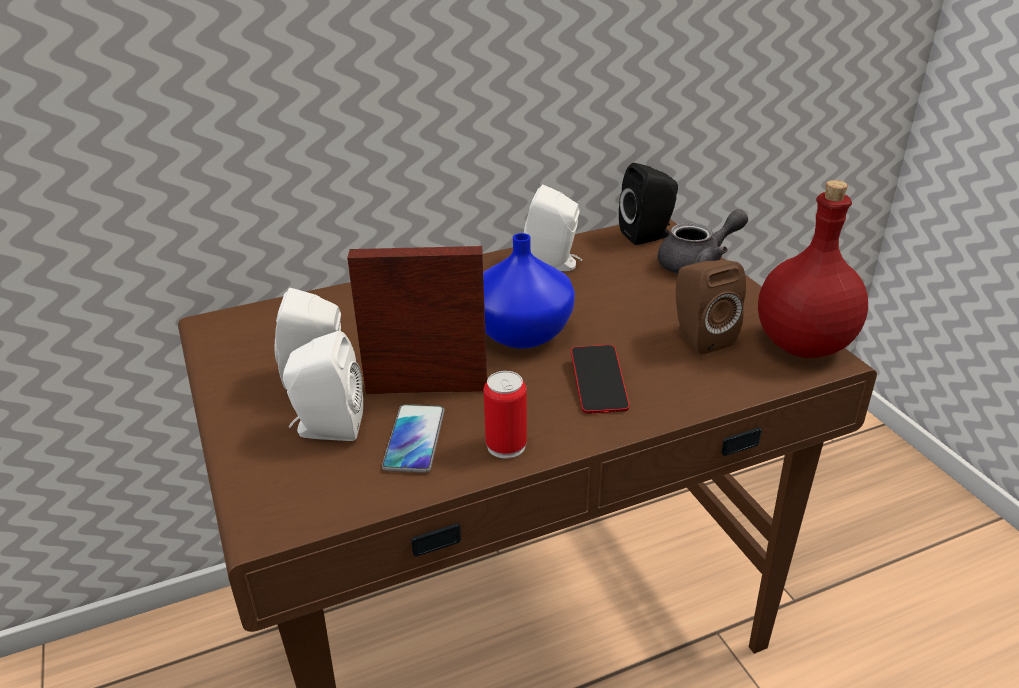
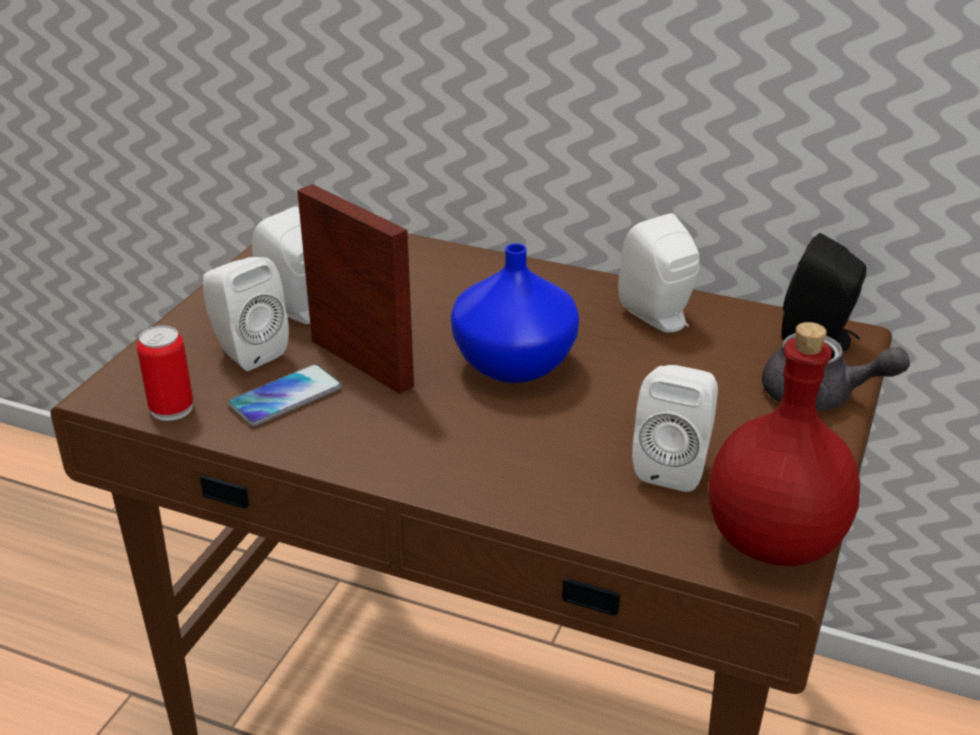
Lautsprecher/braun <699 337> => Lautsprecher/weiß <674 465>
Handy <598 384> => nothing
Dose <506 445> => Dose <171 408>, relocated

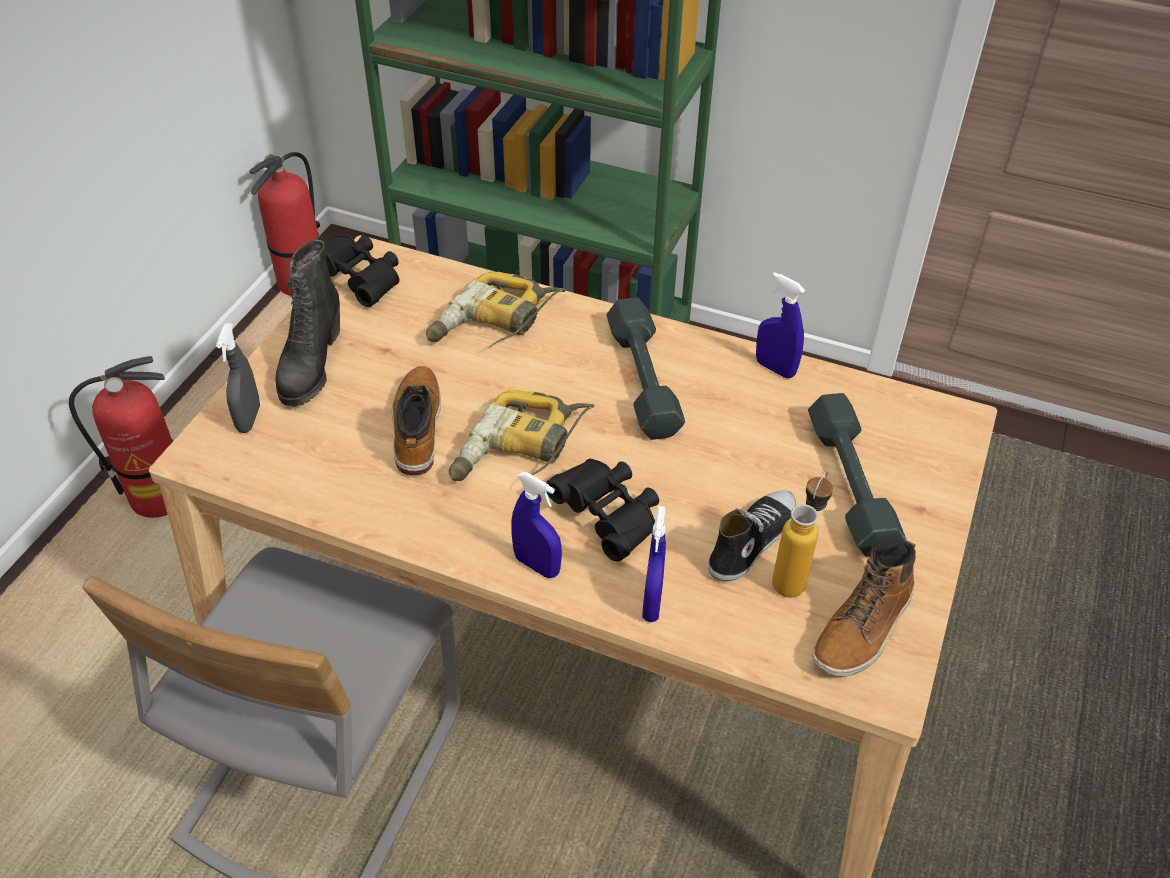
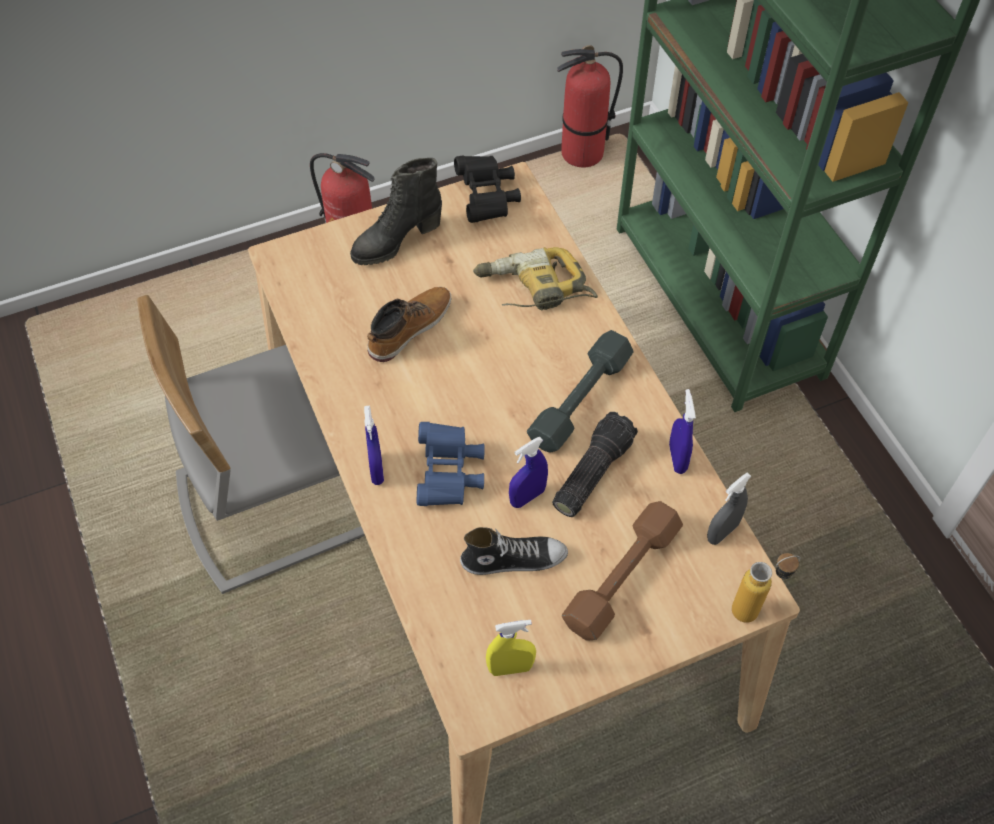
Sprühflasche/grau <249 419> => Sprühflasche/grau <722 532>, relocated
Bohrmaschine <520 451> => nothing
Hantel/grau <850 484> => Hantel/braun <621 576>
Fernglas/schwarz <609 517> => Fernglas/blau <449 474>
Flasche <794 575> => Flasche <755 608>, relocated
Sprühflasche/blau <652 603> => Sprühflasche/blau <527 497>, relocated
Stiefel <863 628> => Sprühflasche/gelb <510 668>
nothing => Taschenlampe <591 472>

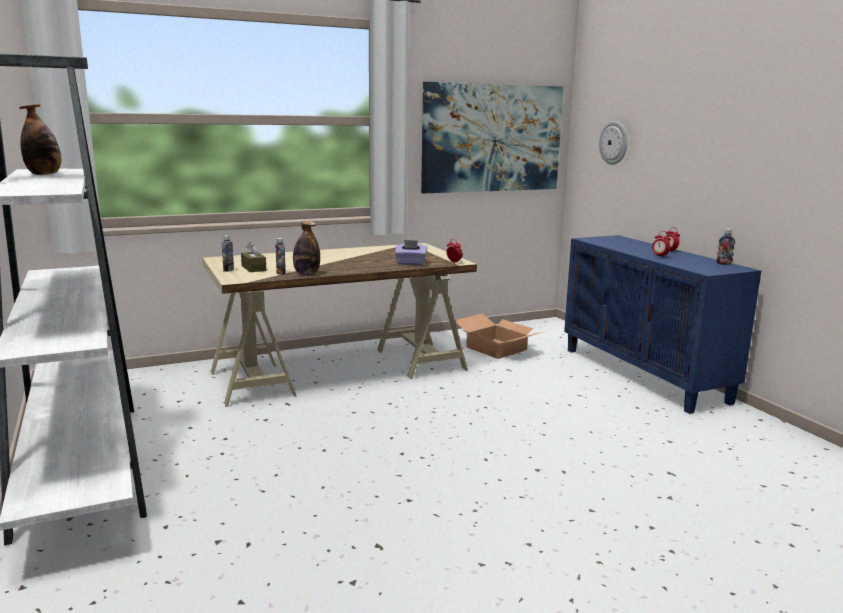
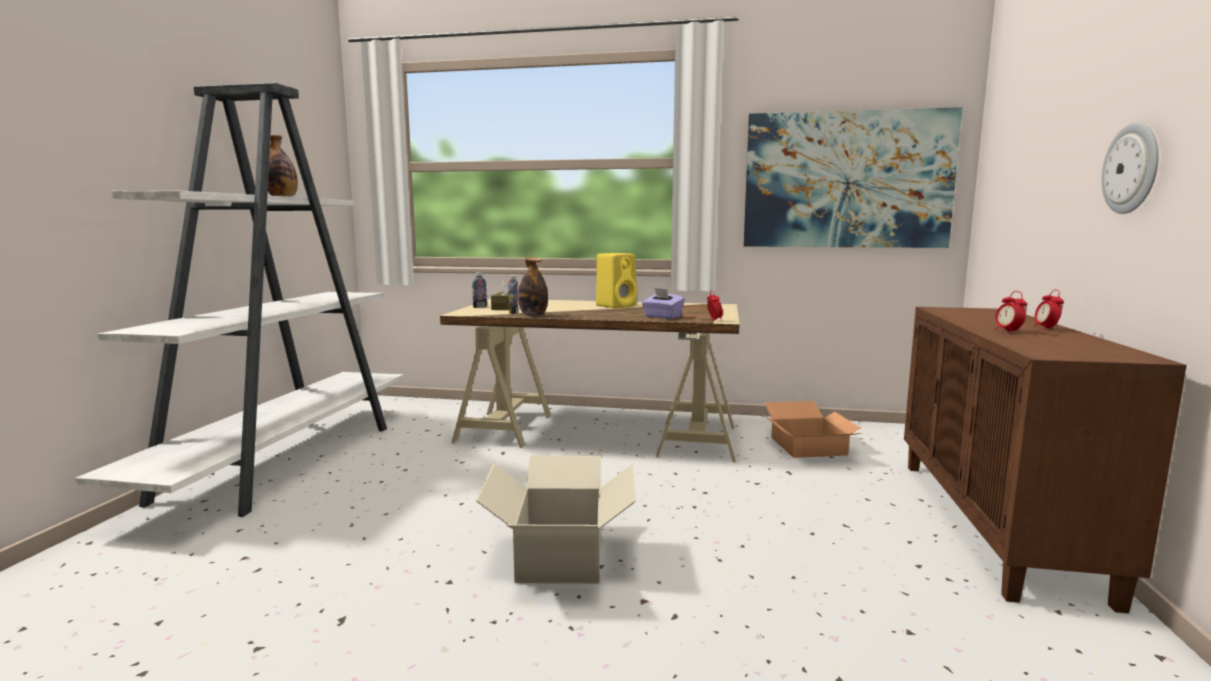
Wanduhr <614 143> => Wanduhr <1132 168>, relocated
Flasche <723 264> => nothing
Schrank/blau <644 375> => Schrank/braun <996 525>
nothing => Lautsprecher/gelb <616 306>
nothing => Karton <561 557>

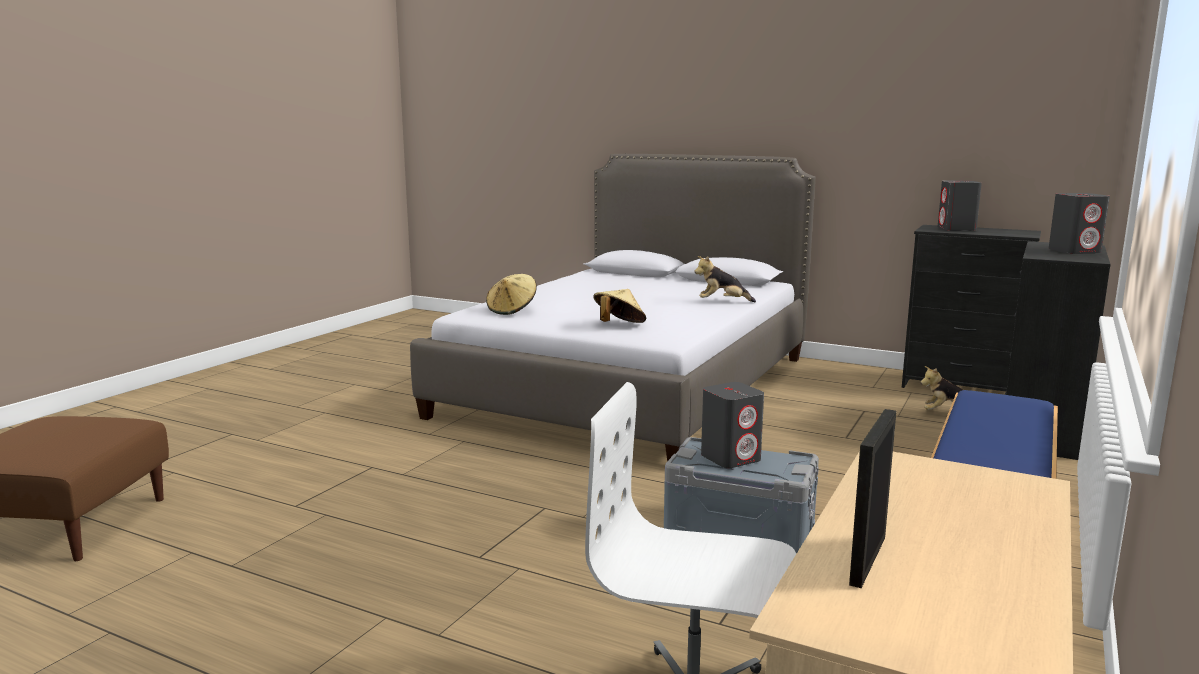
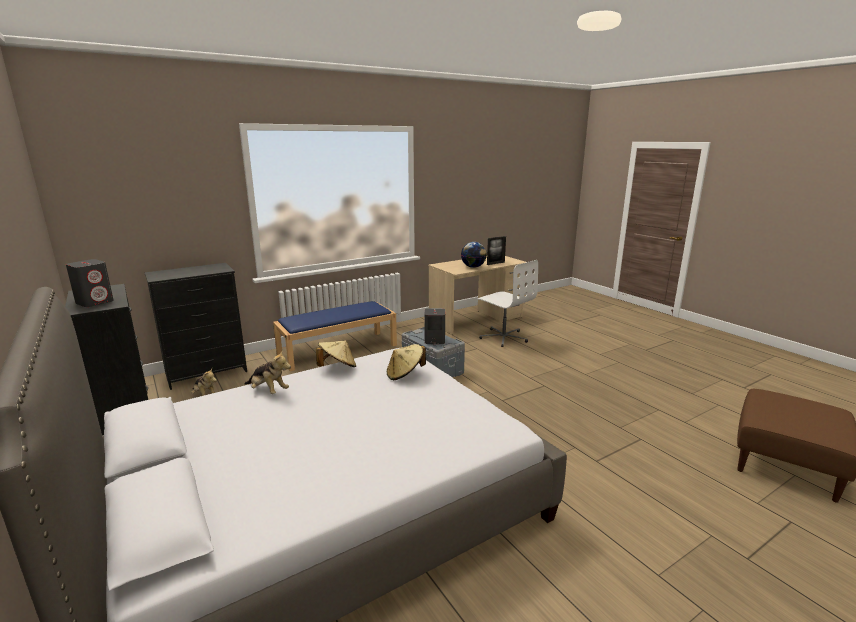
Lautsprecher/grau <1075 251> => nothing
Hut/beige <512 310> => Hut/beige <337 367>, relocated
nothing => Globus <473 267>

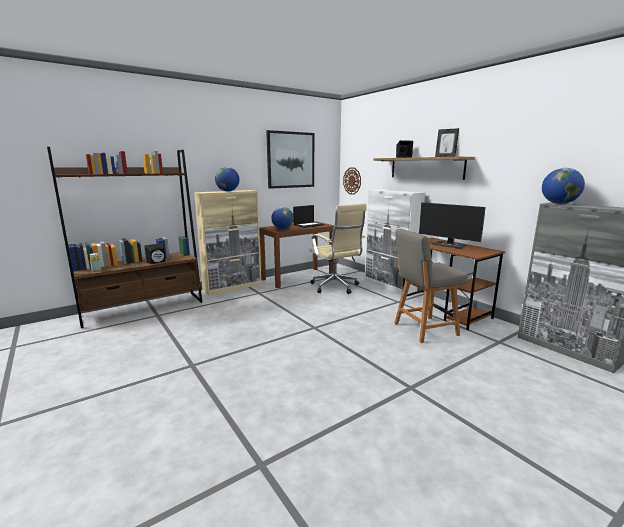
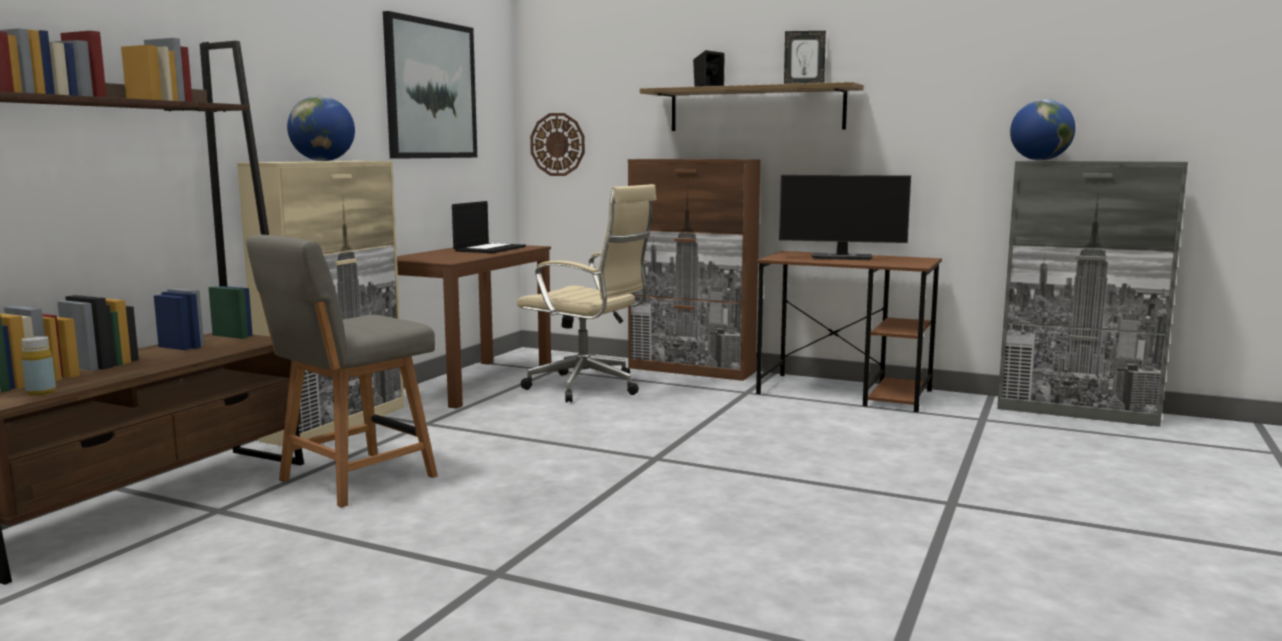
Schrank/weiß <389 285> => Schrank/braun <692 370>
Globus <282 229> => nothing
Stuhl/grau <423 329> => Stuhl/grau <353 480>, relocated
Lautsprecher/schwarz <157 262> => nothing

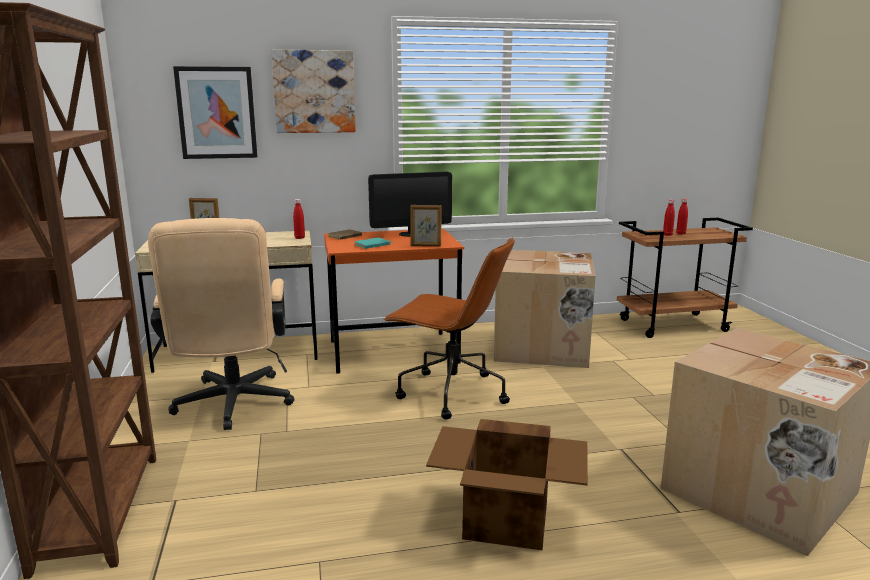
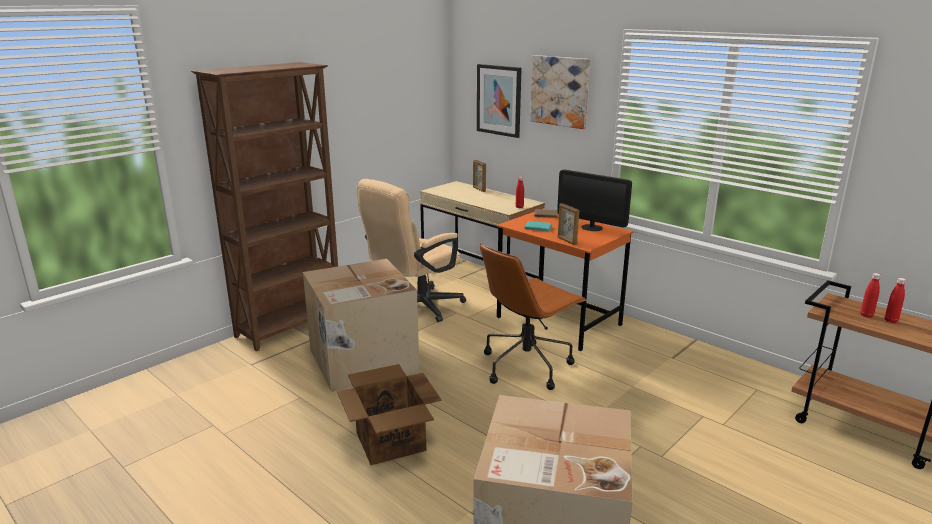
Bürostuhl/braun <450 393> => Bürostuhl/braun <527 365>, 60 degrees clockwise
Karton <543 348> => Karton <362 361>, relocated

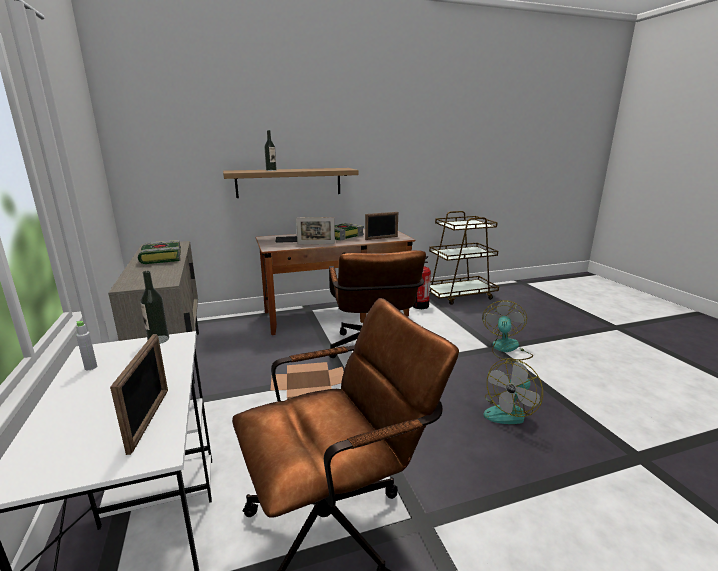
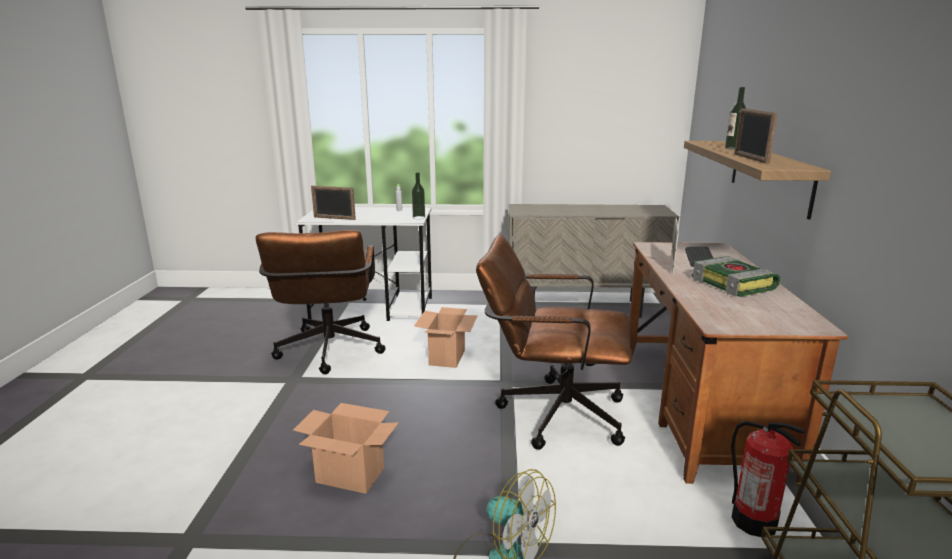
Bilderrahmen <381 238> => Bilderrahmen <750 158>, relocated
Buch <160 258> => nothing
Ventilator <509 411> => Karton <349 475>

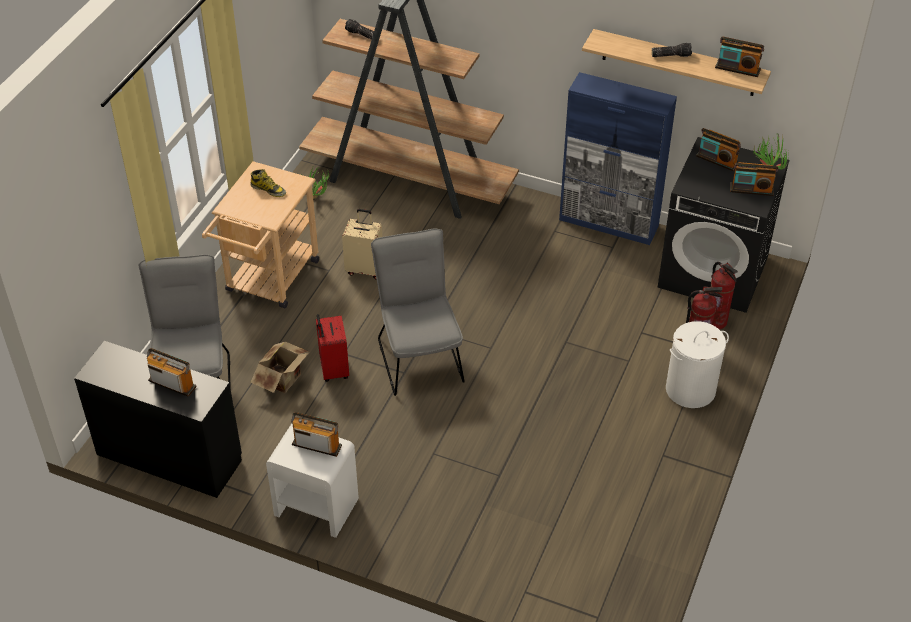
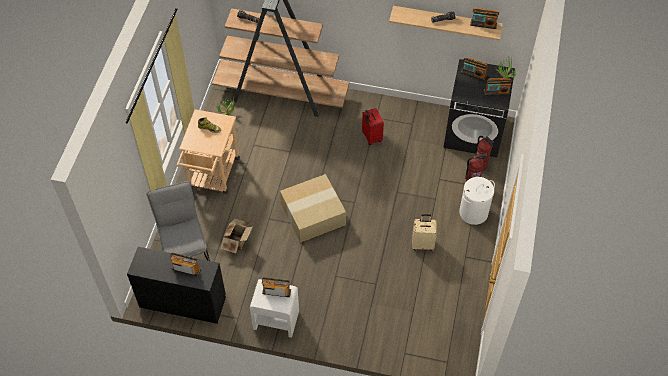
Schrank/blau <609 223> => nothing
Koffer/beige <365 269> => Koffer/beige <423 244>, relocated
Stuhl/grau <419 355> => Karton <313 213>
Koffer/rot <333 369> => Koffer/rot <371 137>, relocated

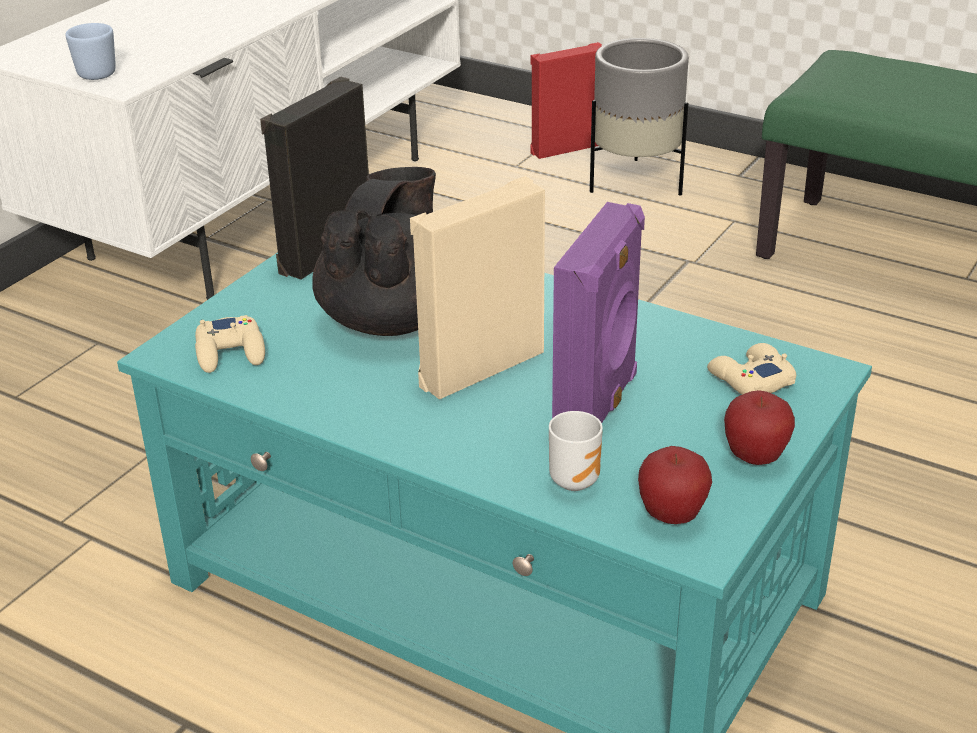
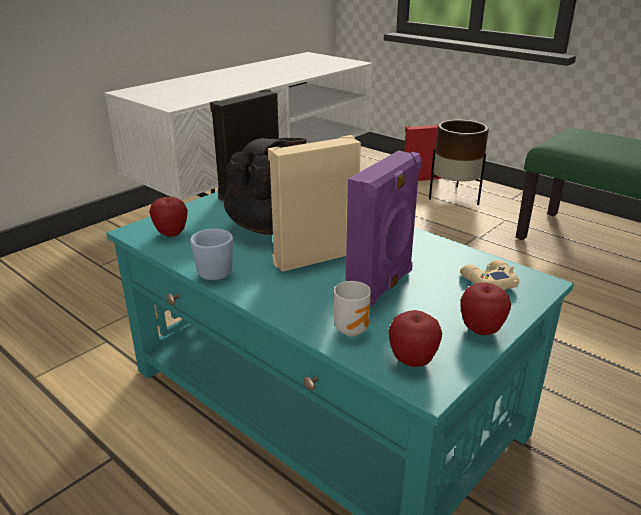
Henkelbecher/blau <99 72> => Henkelbecher/blau <218 270>, relocated
Pflanzkübel/grau <636 181> => Pflanzkübel/braun <455 196>
Gamepad/beige <231 352> => Apfel <171 234>

